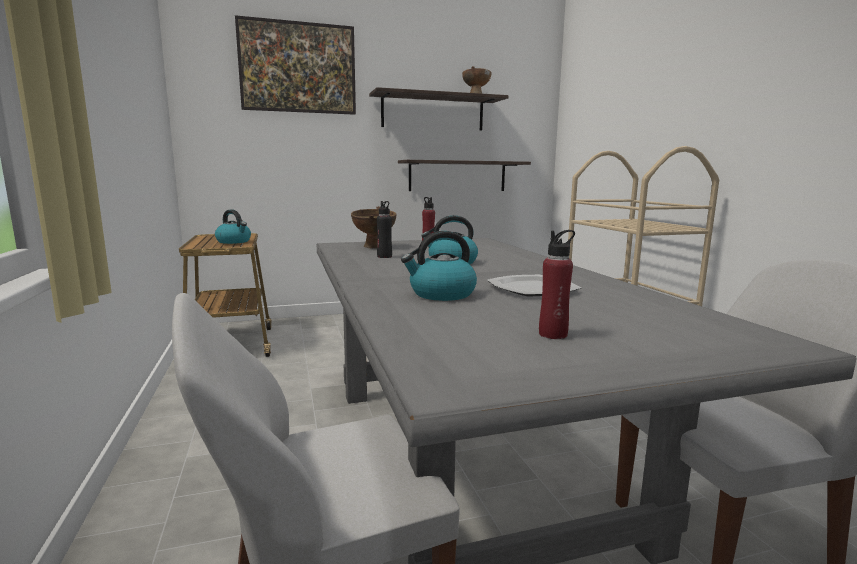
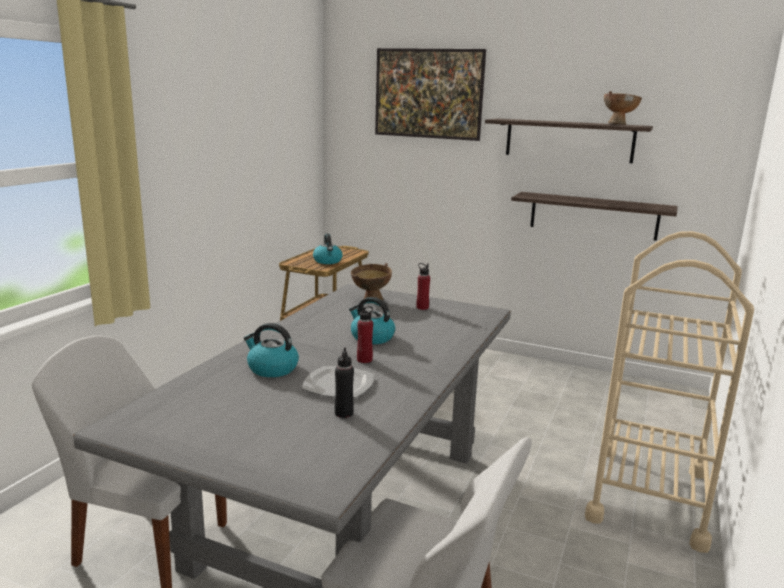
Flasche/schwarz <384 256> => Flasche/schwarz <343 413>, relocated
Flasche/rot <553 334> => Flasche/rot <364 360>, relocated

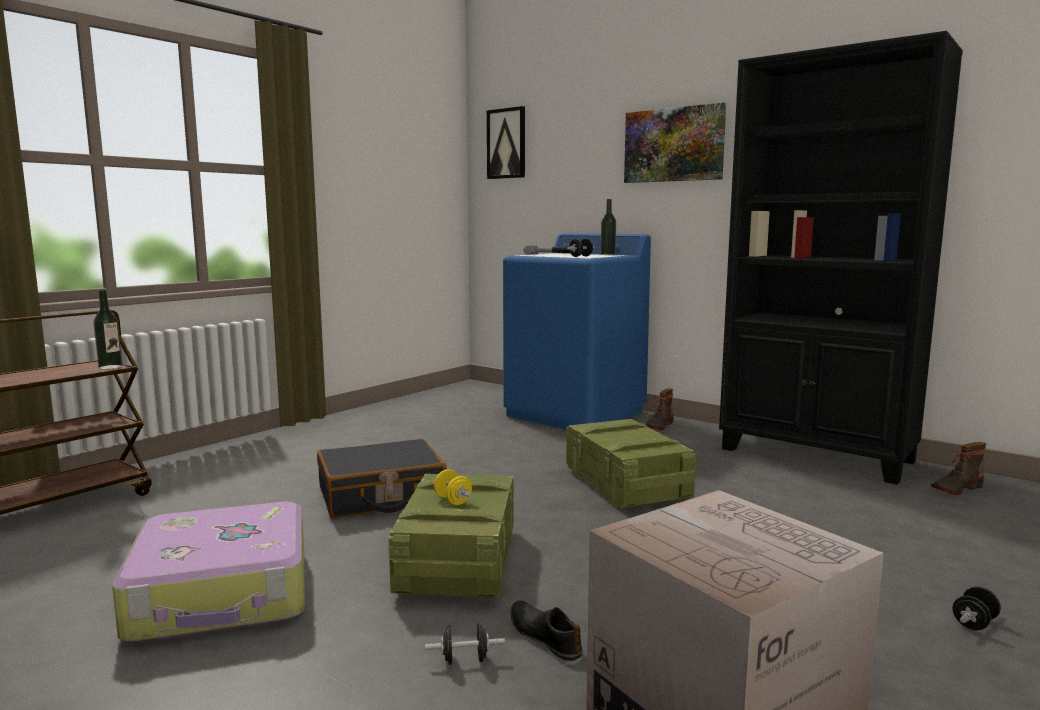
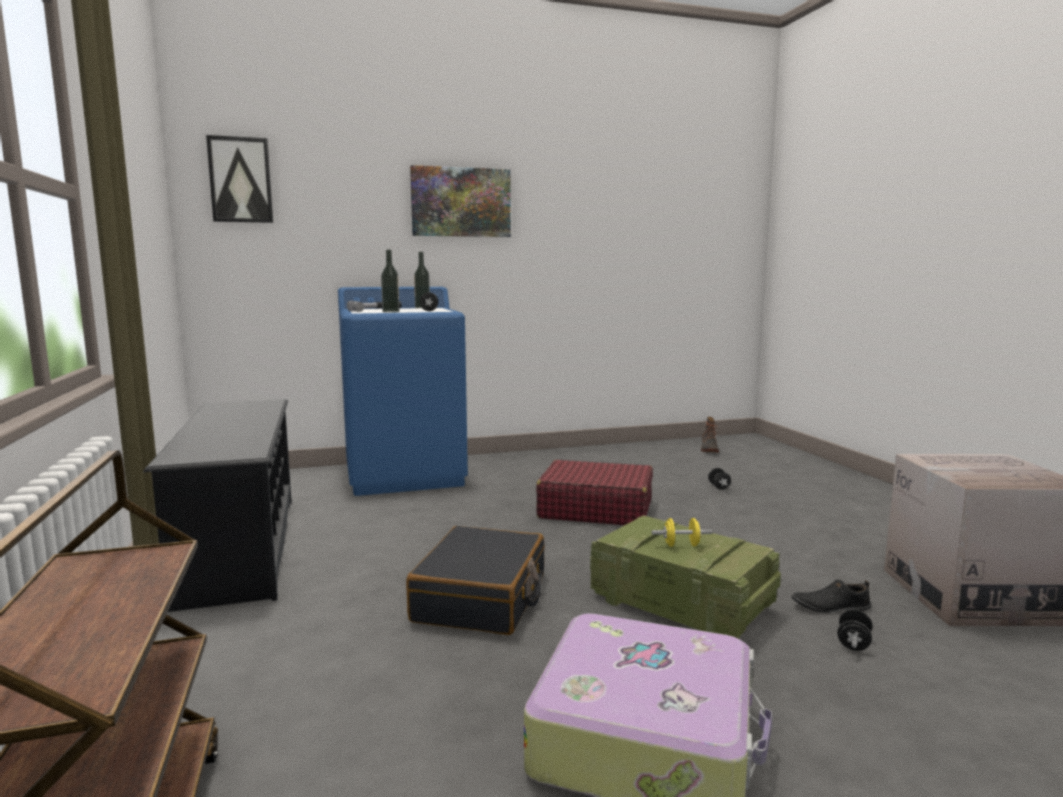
Bücherregal/schwarz <817 455> => nothing
Flasche <110 367> => Flasche <391 312>, relocated
Stiefel <658 426> => nothing
Kiste <624 485> => Koffer/rot <595 509>
Hantel/schwarz <974 623> => Hantel/schwarz <719 487>, relocated
nothing => Schuhregal/schwarz <240 546>

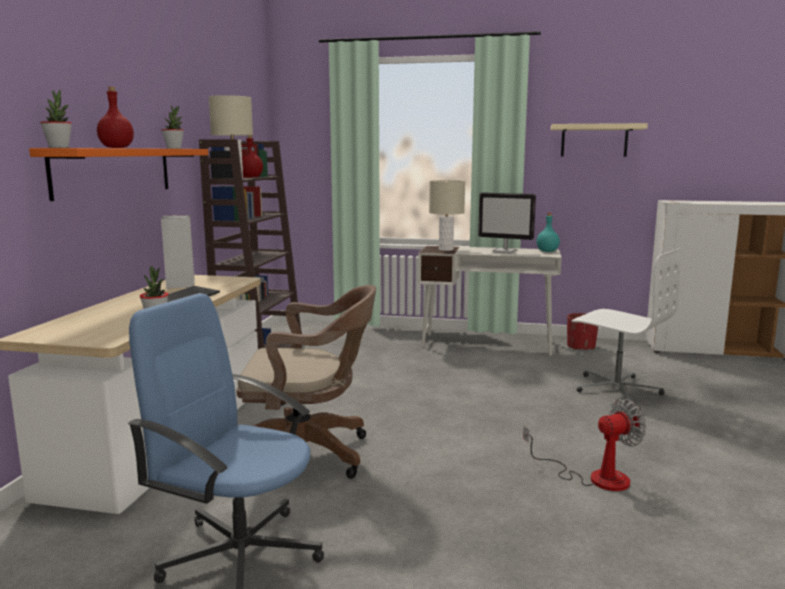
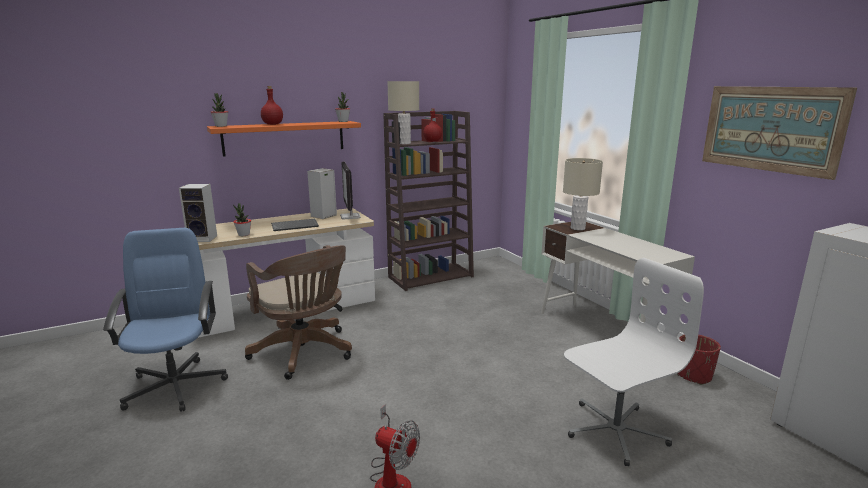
Wandregal/beige <594 140> => Bild <770 129>
Monitor <505 251> => Monitor <350 217>, relocated
Flasche/türkis <547 251> => nothing
Bürostuhl/weiß <616 388> => Bürostuhl/weiß <614 431>, 120 degrees counterclockwise
nothing => Lautsprecher <203 238>

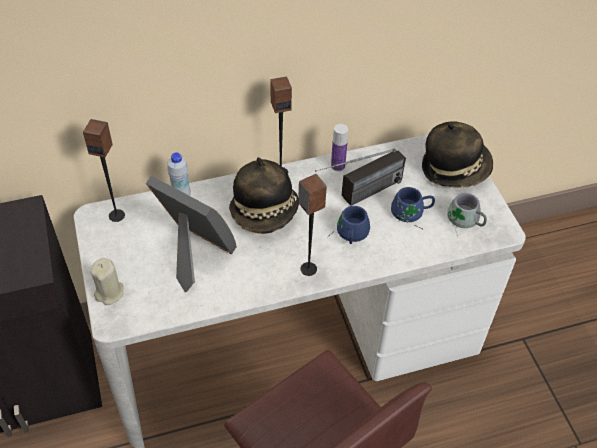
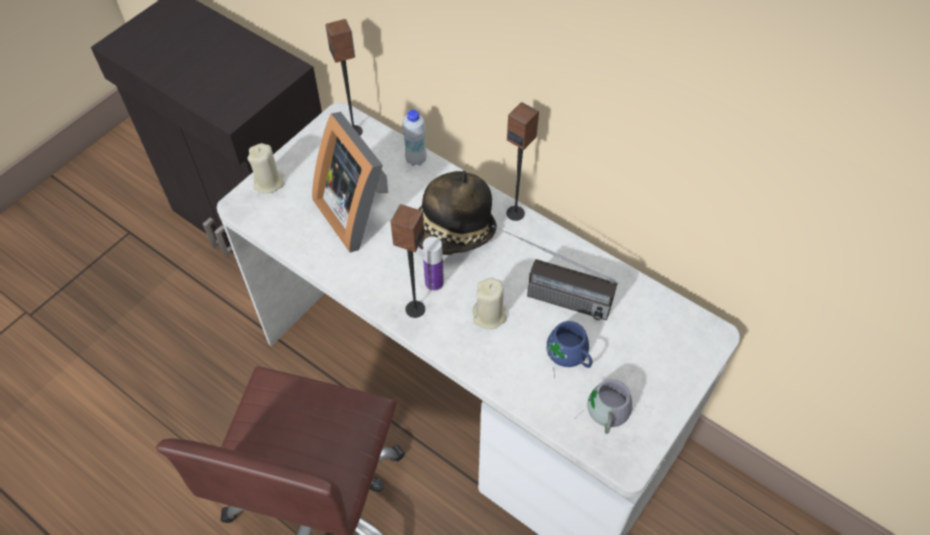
Hut <455 168> => nothing
Flasche <338 166> => Flasche <434 283>, relocated
Bilderrahmen <193 253> => Bilderrahmen <358 211>, 150 degrees clockwise
Henkelbecher/blau <348 233> => Kerze/beige <489 315>

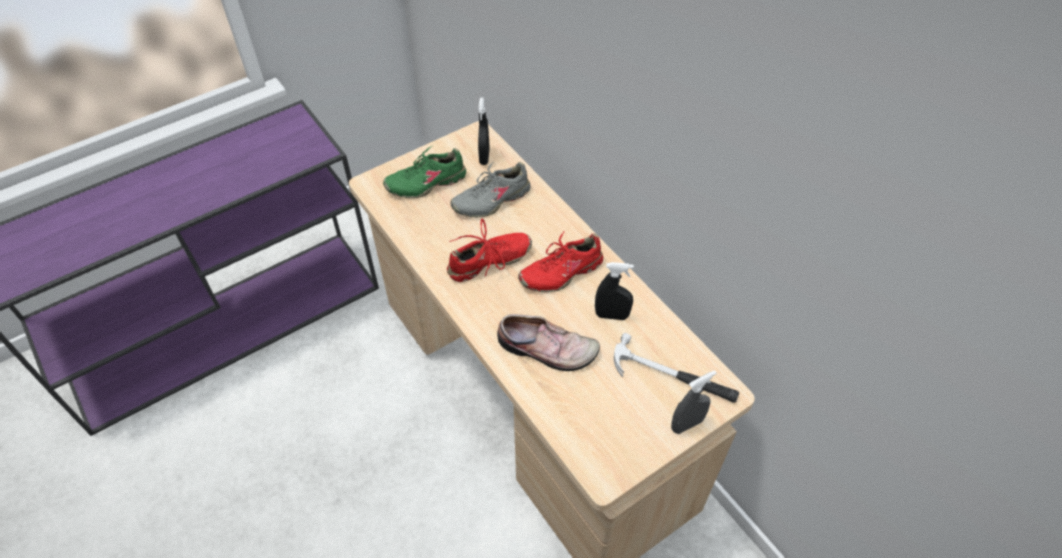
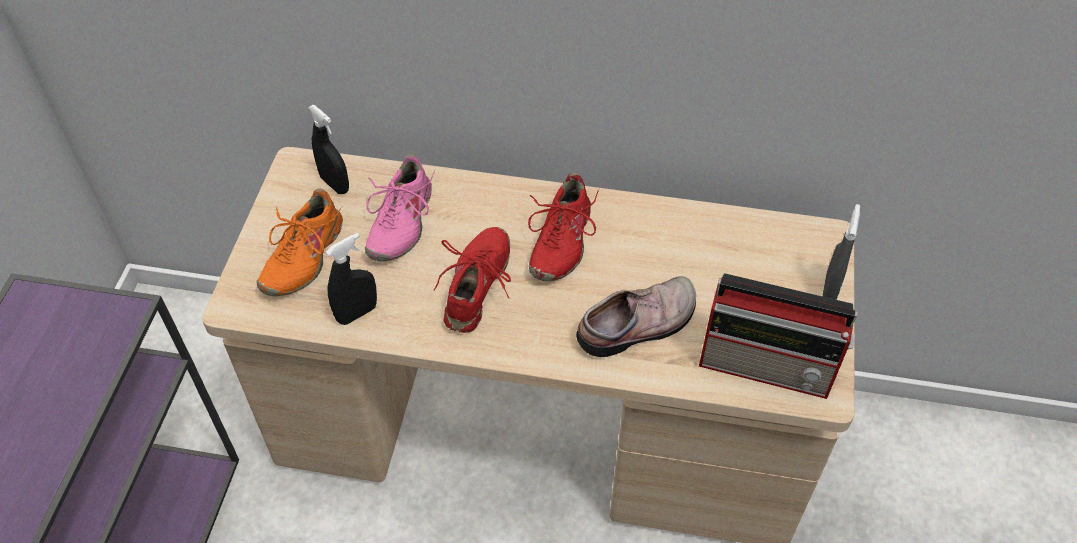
Schuh/grün <426 182> => Schuh/orange <302 257>
Schuh/grau <491 200> => Schuh/rosa <399 223>
Sprühflasche/schwarz <611 315> => Sprühflasche/schwarz <357 313>, relocated
Hammer <673 376> => nothing
nothing => Radio <769 366>

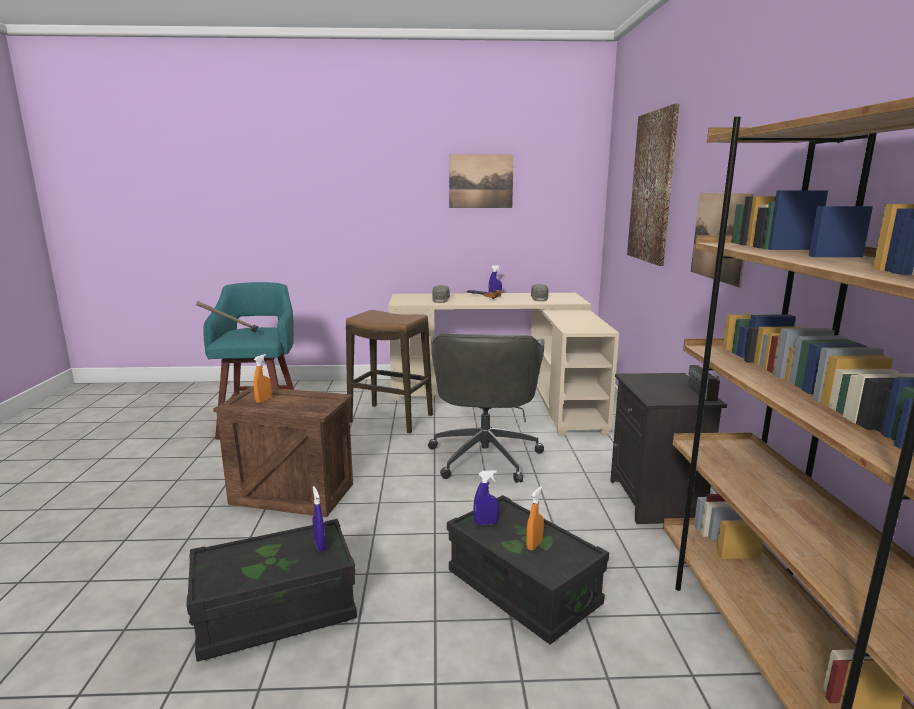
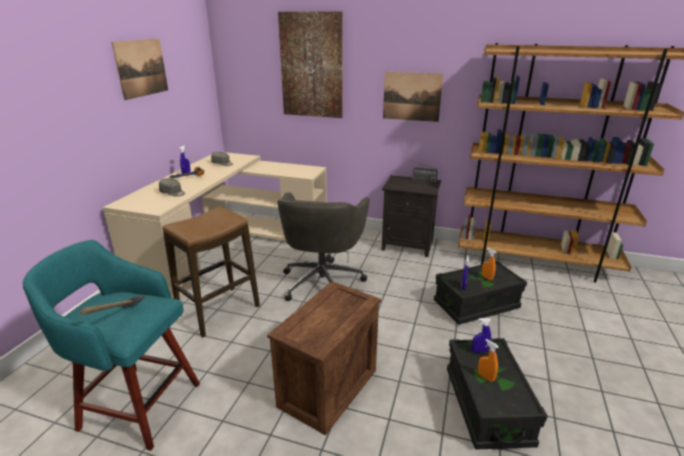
Bürostuhl/grau <485 455> => Bürostuhl/grau <323 281>, 75 degrees clockwise
Sprühflasche/orange <263 400> => Sprühflasche/orange <485 377>, relocated

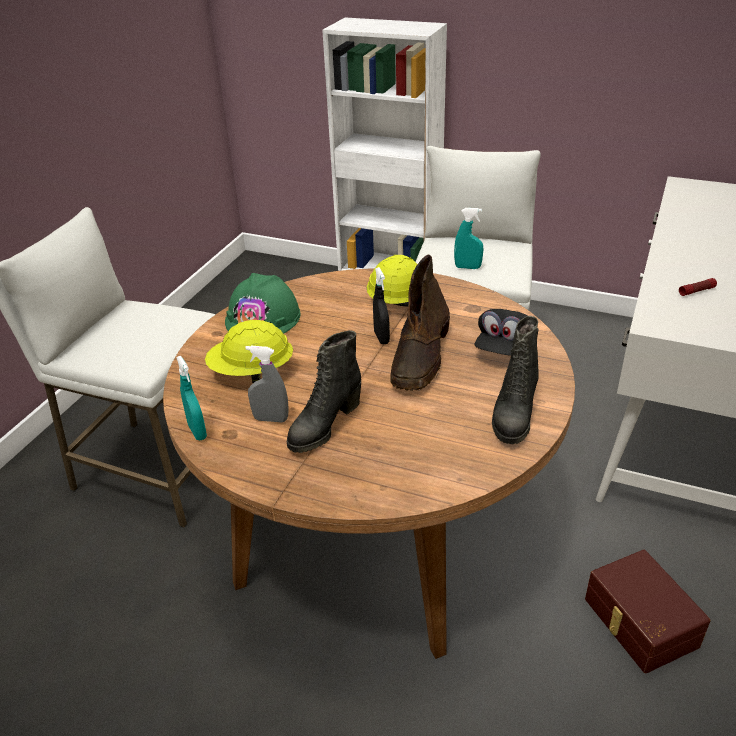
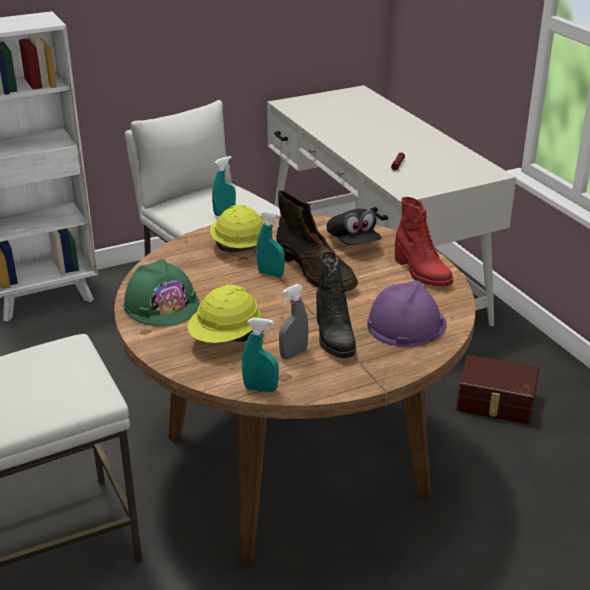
Sprühflasche/schwarz <381 338> => Sprühflasche/türkis <270 274>
Stiefel/schwarz <513 415> => Stiefel/rot <421 273>
nothing => Schutzhelm/lila <406 324>

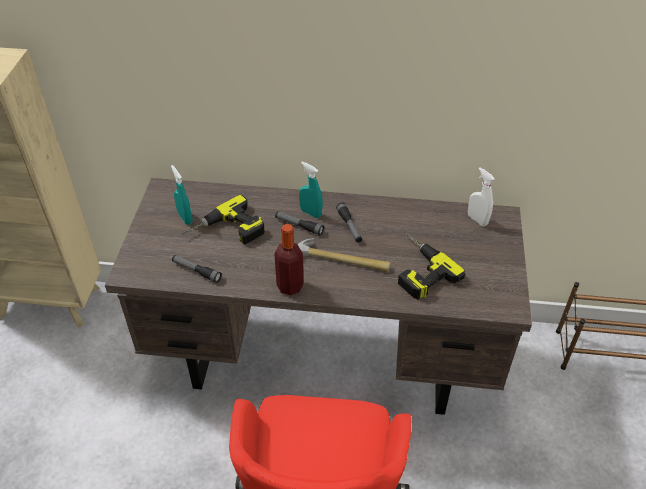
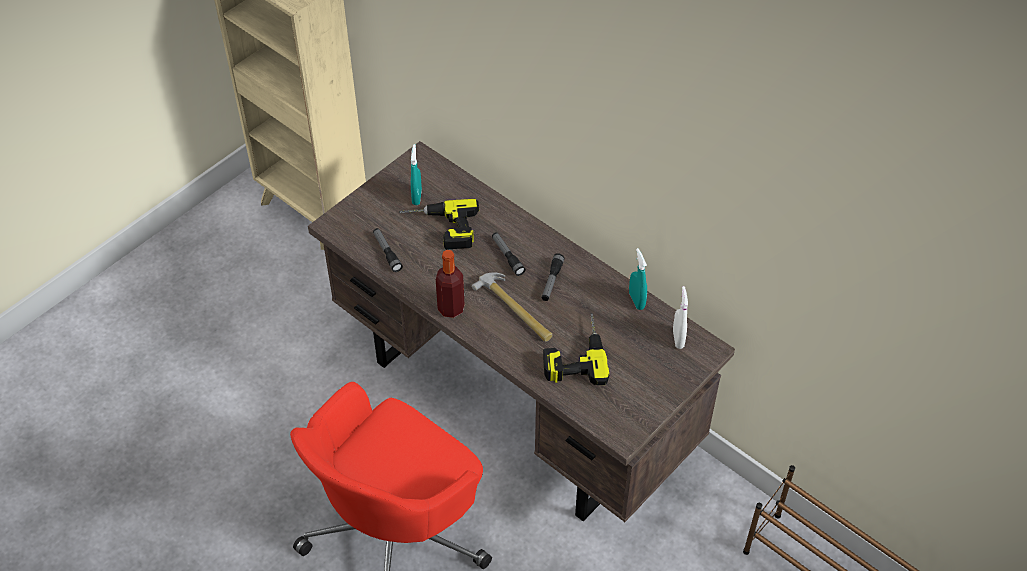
Sprühflasche/türkis <310 213> => Sprühflasche/türkis <636 301>, relocated

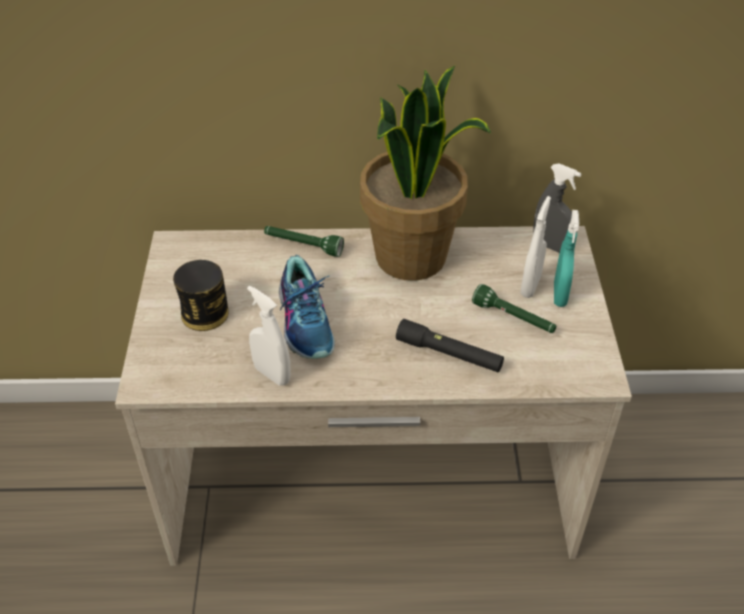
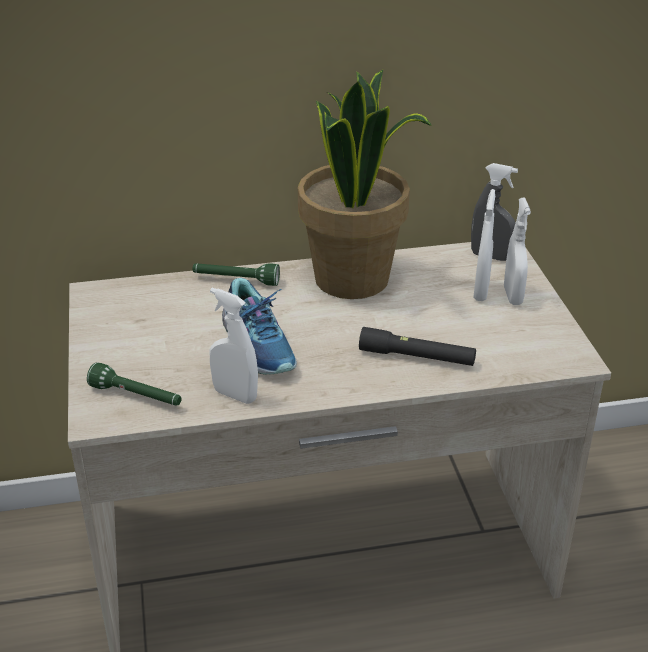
Sprühflasche/türkis <559 295> => Sprühflasche/weiß <512 296>
Dose <205 313> => nothing
Taschenlampe/grün <513 318> => Taschenlampe/grün <137 397>, relocated

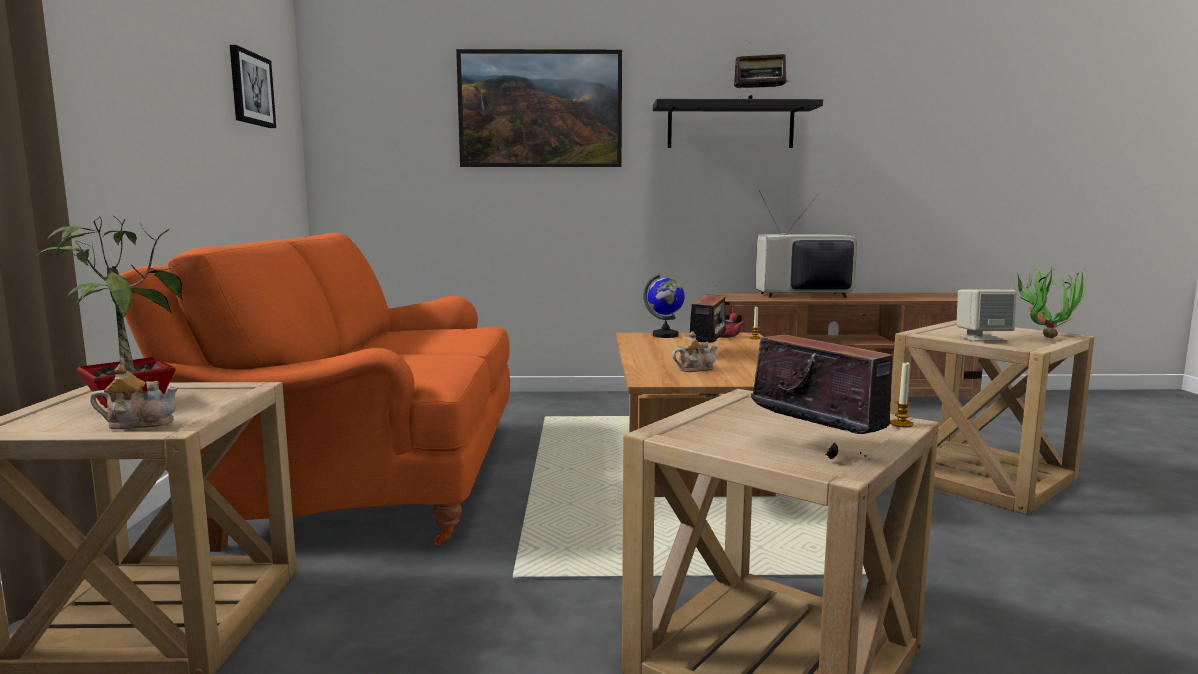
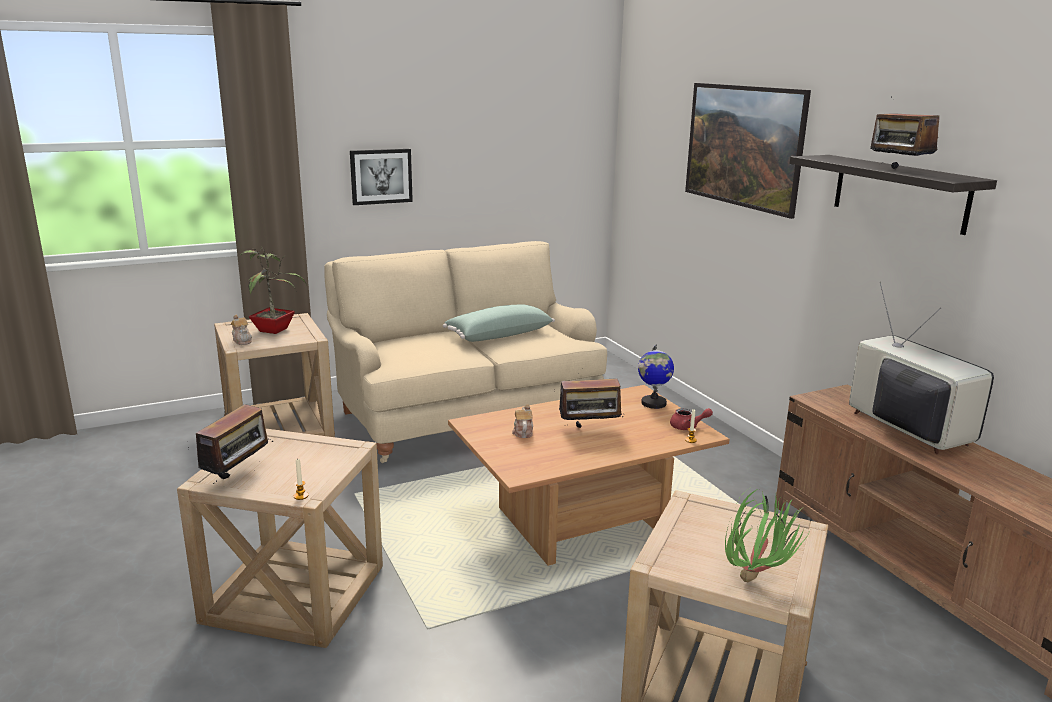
Bild <251 89> => Bild <381 176>, relocated
Sofa/orange <366 477> => Sofa/beige <463 414>
Lautsprecher/beige <982 338> => nothing
Teekanne <694 369> => Teekanne <523 432>, 135 degrees counterclockwise
nothing => Kissen/grün <498 335>

